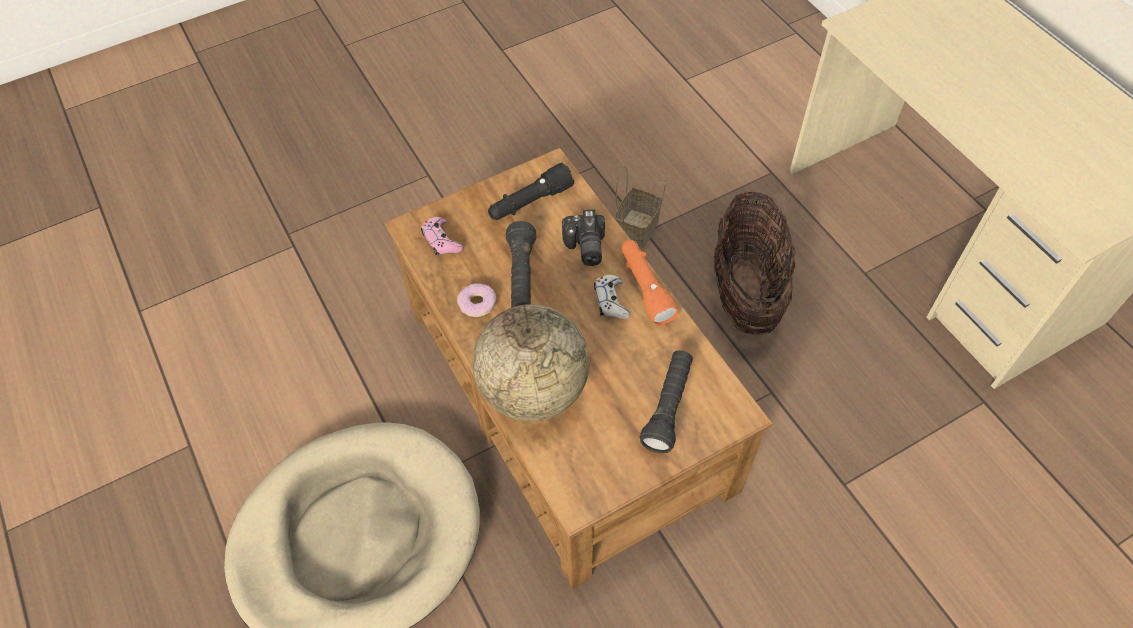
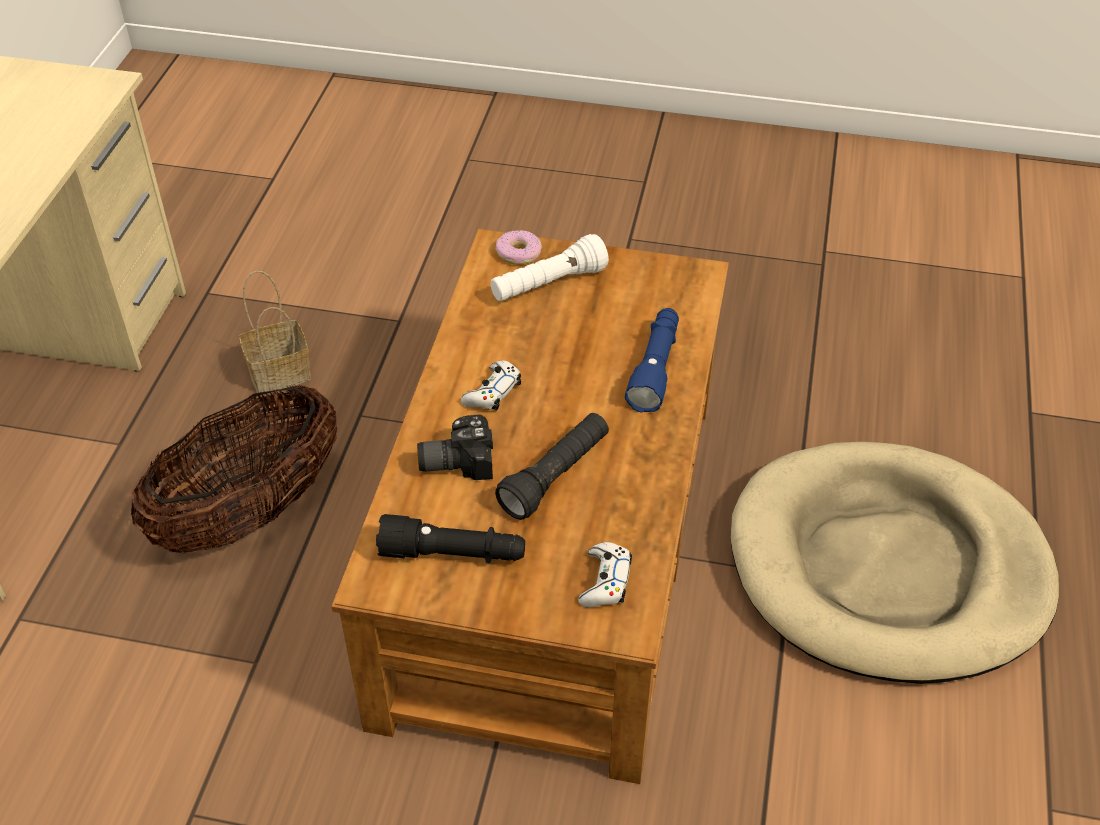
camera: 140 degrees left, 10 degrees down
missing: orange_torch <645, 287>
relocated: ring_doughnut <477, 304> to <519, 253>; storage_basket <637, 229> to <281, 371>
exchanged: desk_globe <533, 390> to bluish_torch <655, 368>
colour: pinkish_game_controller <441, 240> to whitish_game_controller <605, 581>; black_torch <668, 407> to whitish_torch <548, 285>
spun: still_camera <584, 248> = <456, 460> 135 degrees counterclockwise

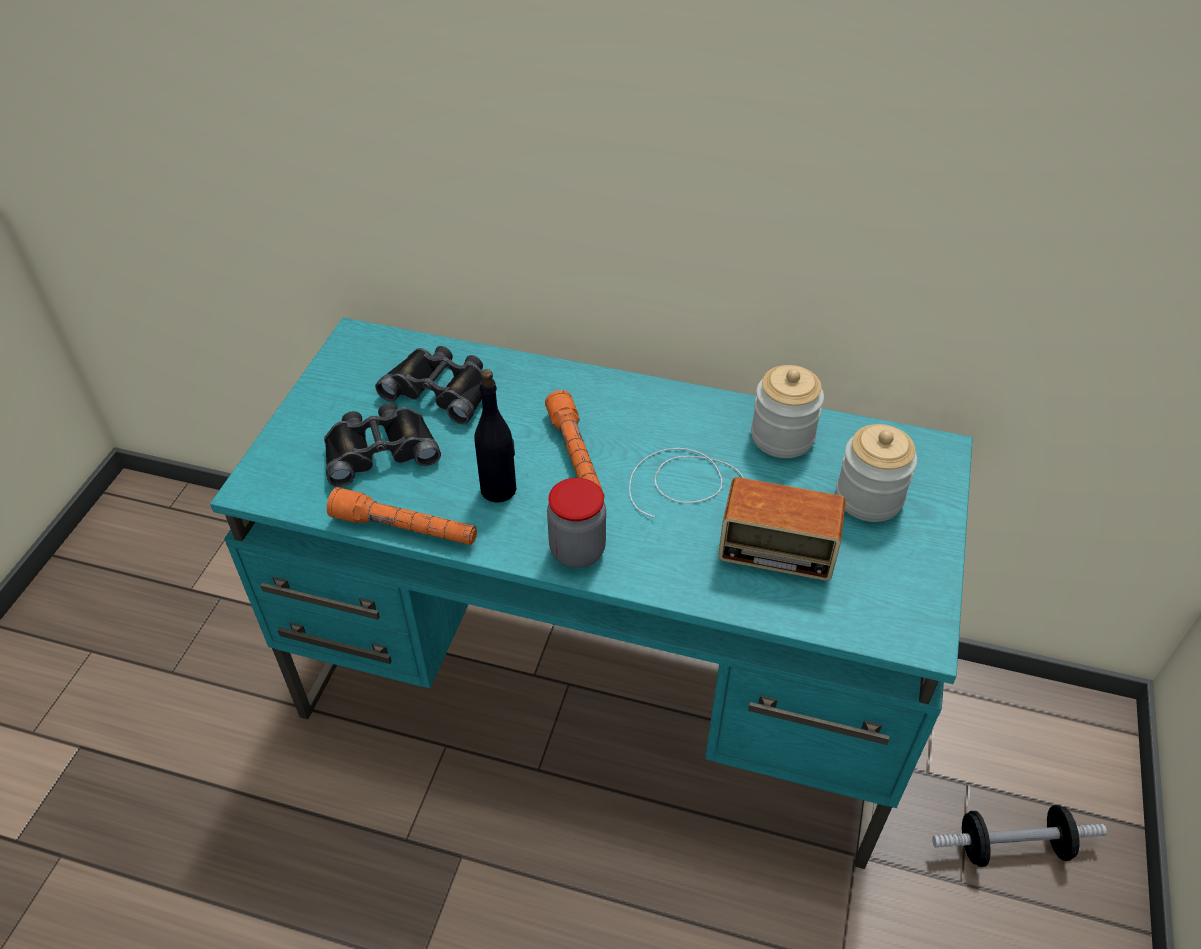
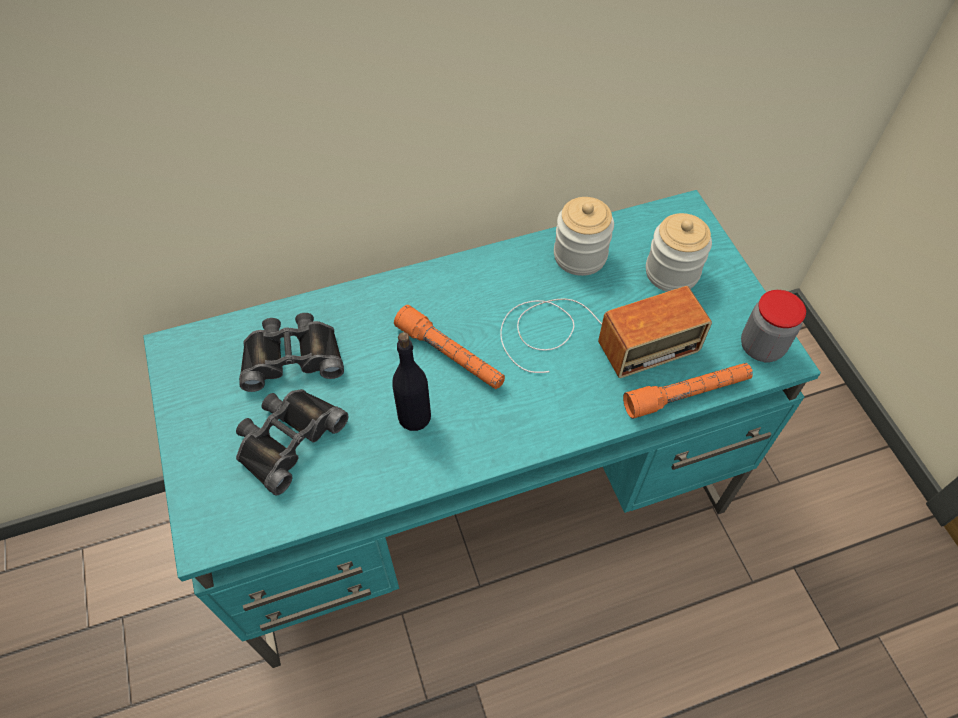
camera: 35 degrees left, 10 degrees up
missing: free_weight <1011, 846>
relocated: orange_torch <405, 528> to <687, 394>; storage_jar <577, 551> to <761, 347>

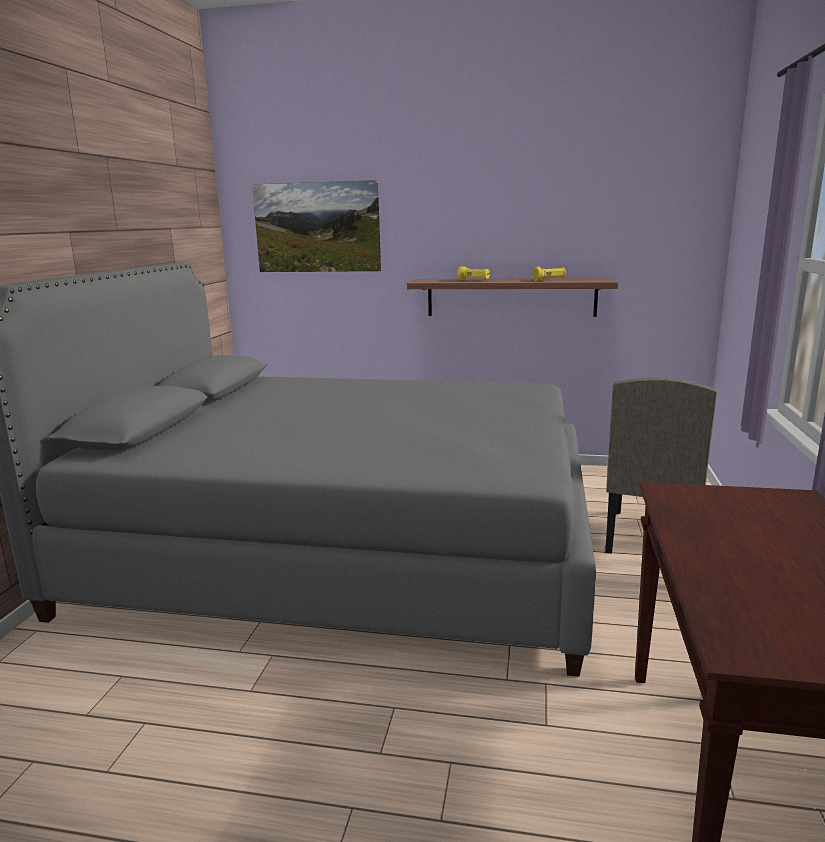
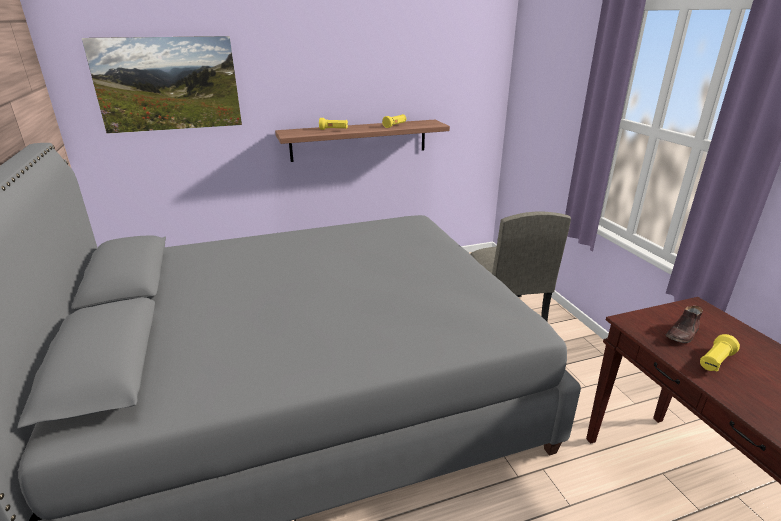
camera: 30 degrees left, 10 degrees up
appeared: brownish_item_of_footwear <682, 334>; yellow_torch <715, 362>

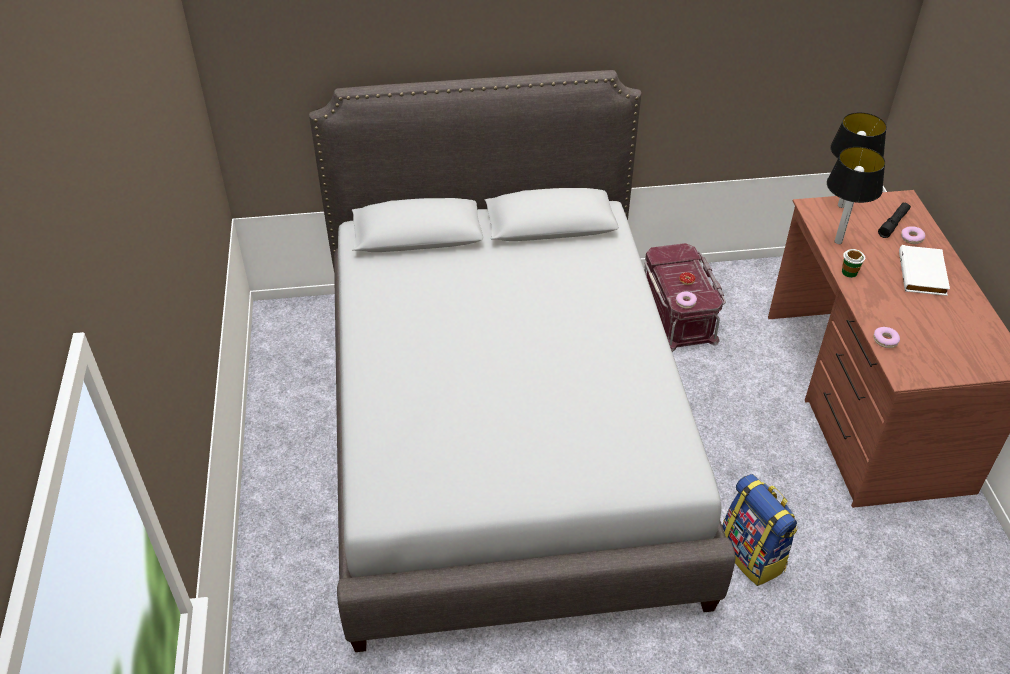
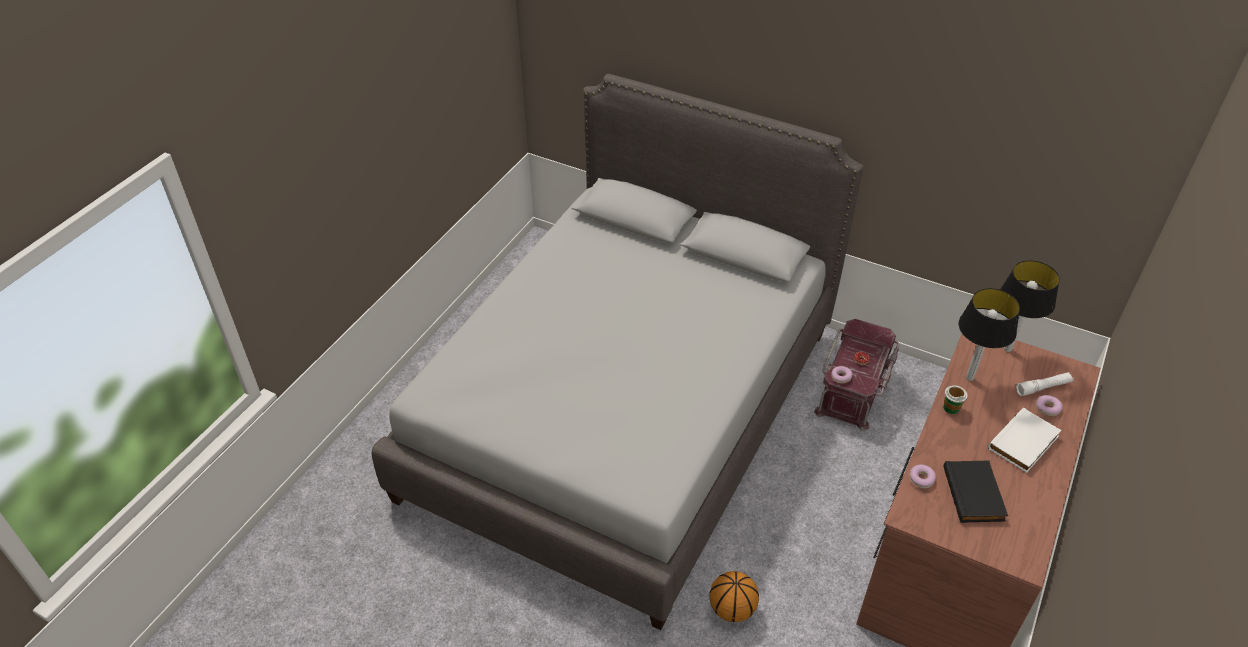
camera: 35 degrees right, 0 degrees up
appeared: black_volume <975, 494>
exchanged: knapsack <753, 555> to ball_for_basketball <732, 609>
colour: black_torch <893, 224> to whitish_torch <1043, 387>

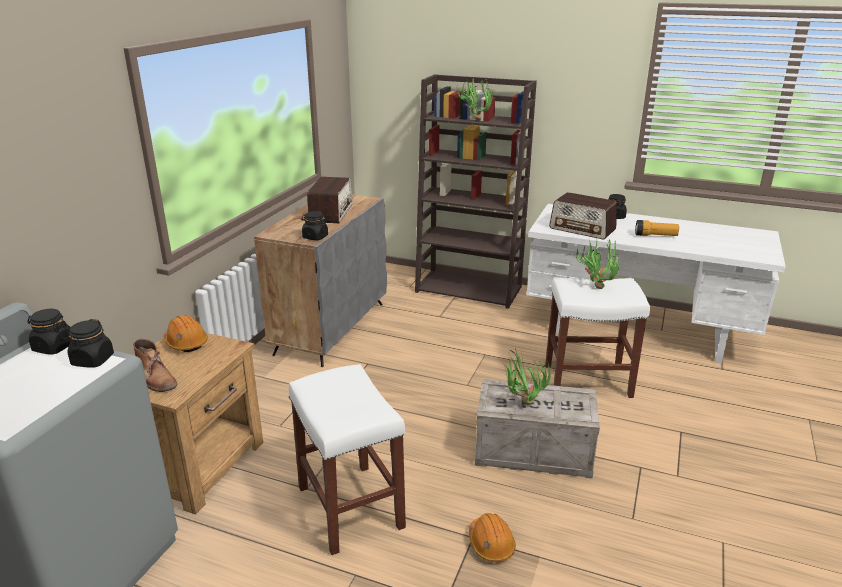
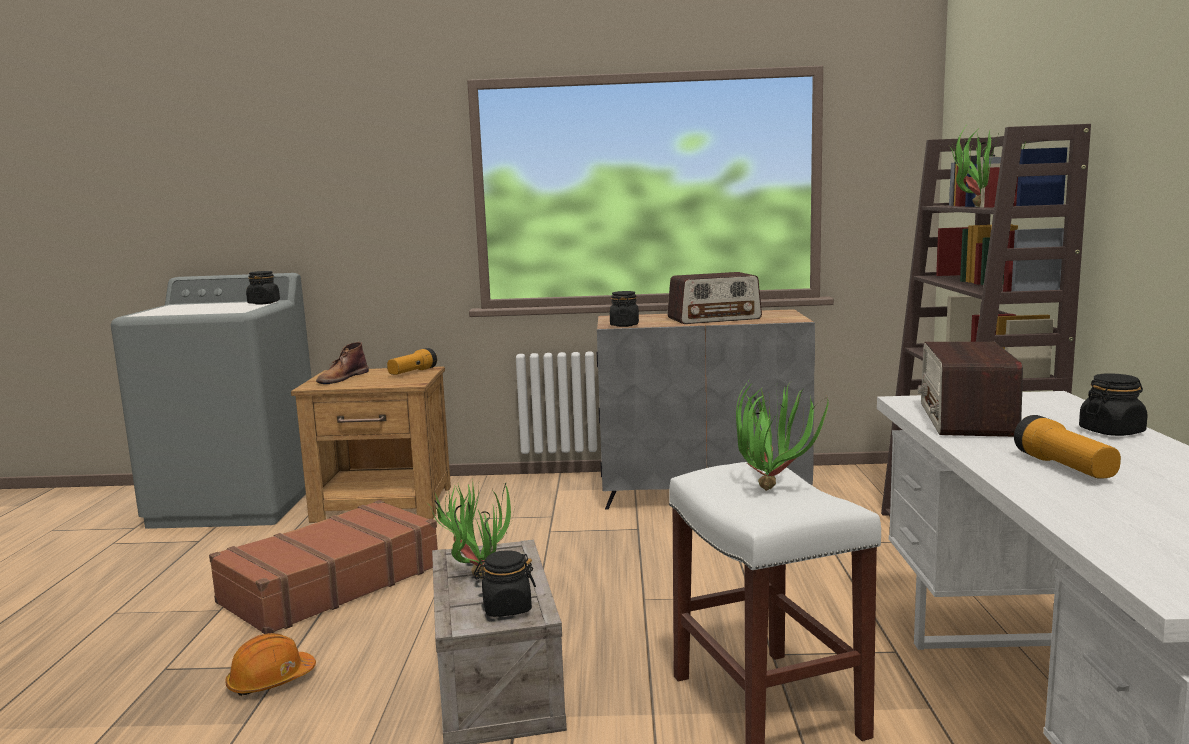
camera: 70 degrees right, 15 degrees down
relocated: black_storage_jar <92, 360> to <506, 608>
exchanged: orange_work_helmet <186, 342> to torch <412, 372>; whitish_stool <351, 508> to brownish_suitcase <330, 584>

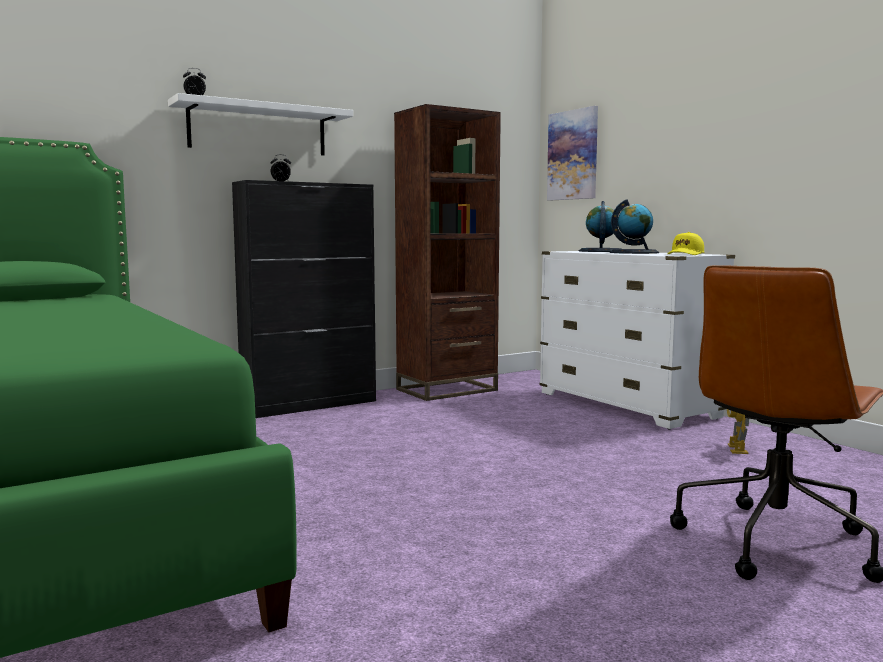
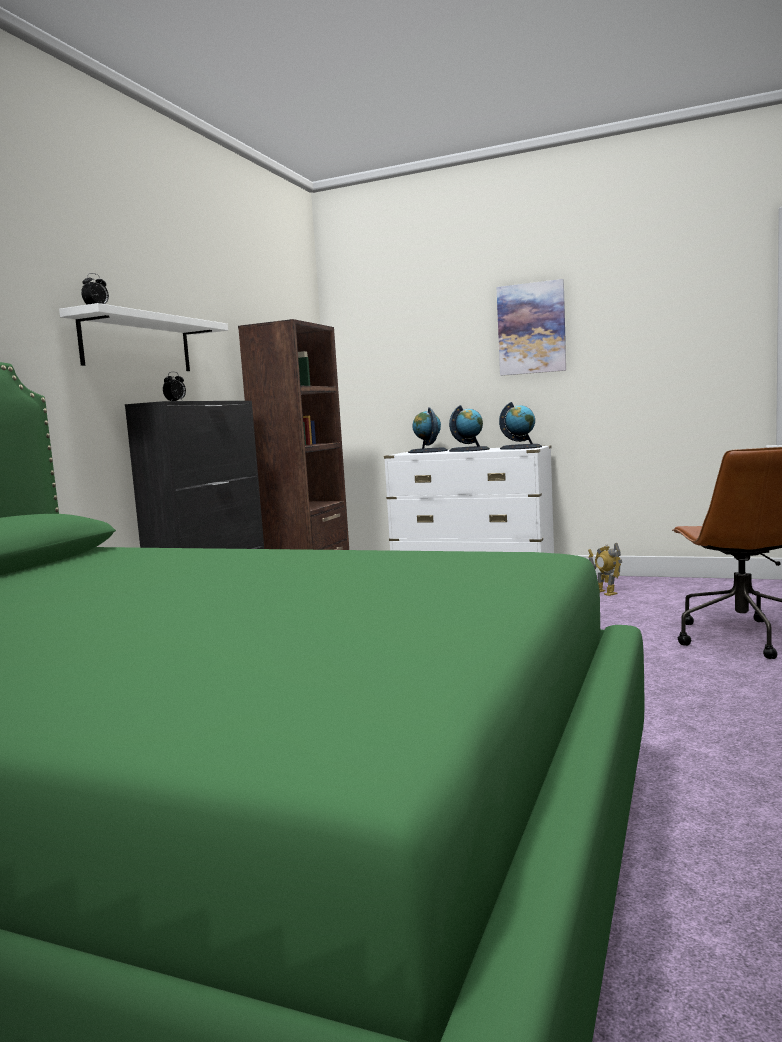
camera: 35 degrees left, 0 degrees up
relocated: wall_picture <573, 155> to <531, 328>
exchanged: yellow_cap <685, 254> to desk_globe <521, 448>

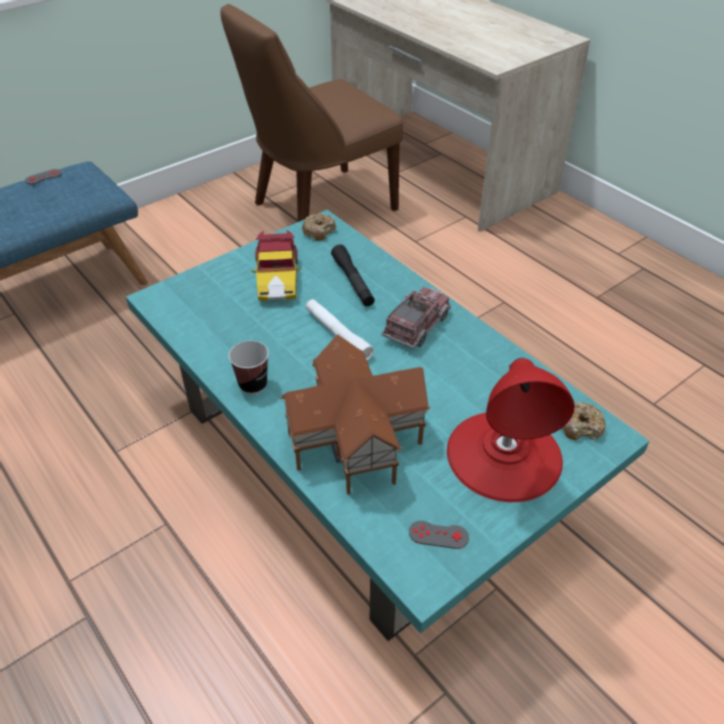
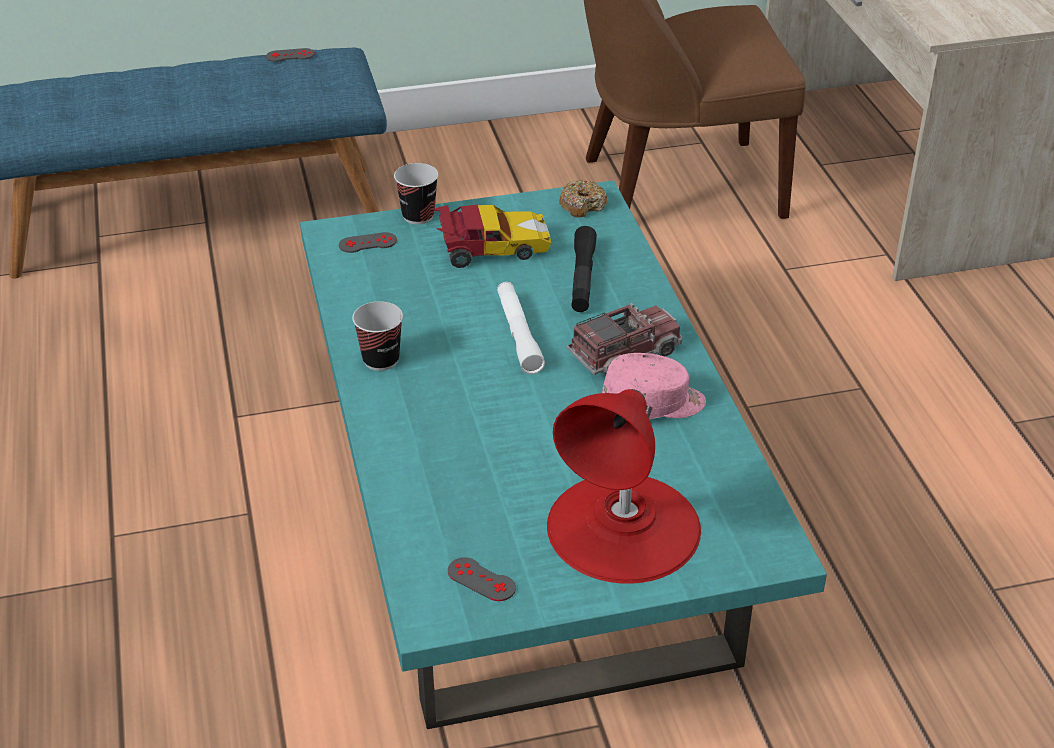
camera: 25 degrees right, 5 degrees down
missing: miniature_house <353, 441>; ring_doughnut <580, 427>
appeared: gray_game_controller <367, 243>; small_cup <418, 216>; pinkish_cap <653, 404>
spun: model_car <277, 278> = <490, 249> 120 degrees counterclockwise

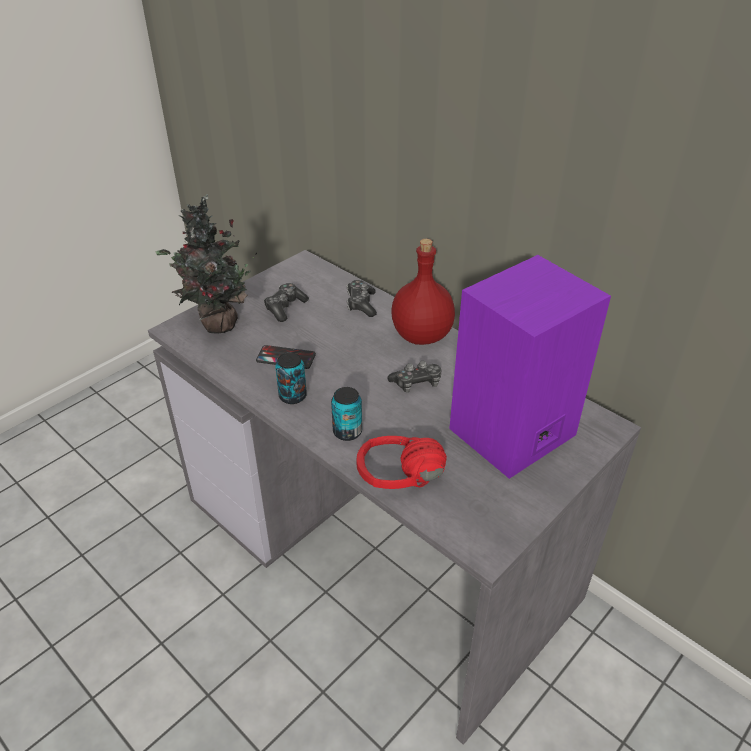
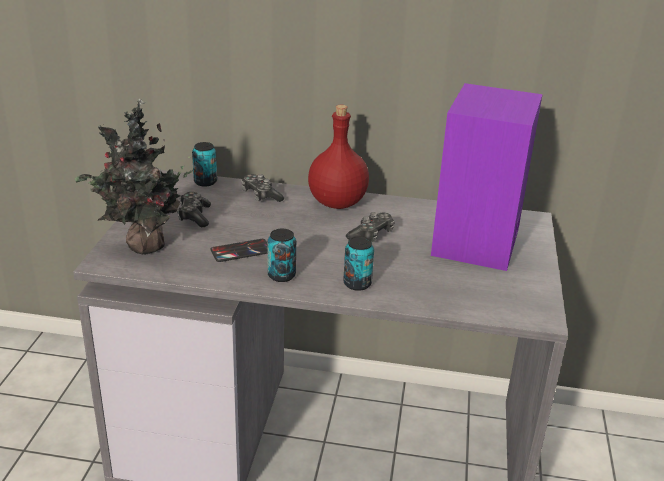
camera: 35 degrees left, 10 degrees down
missing: red-coloured_pair_of_headphones <402, 484>
appeared: metal_can <205, 182>

